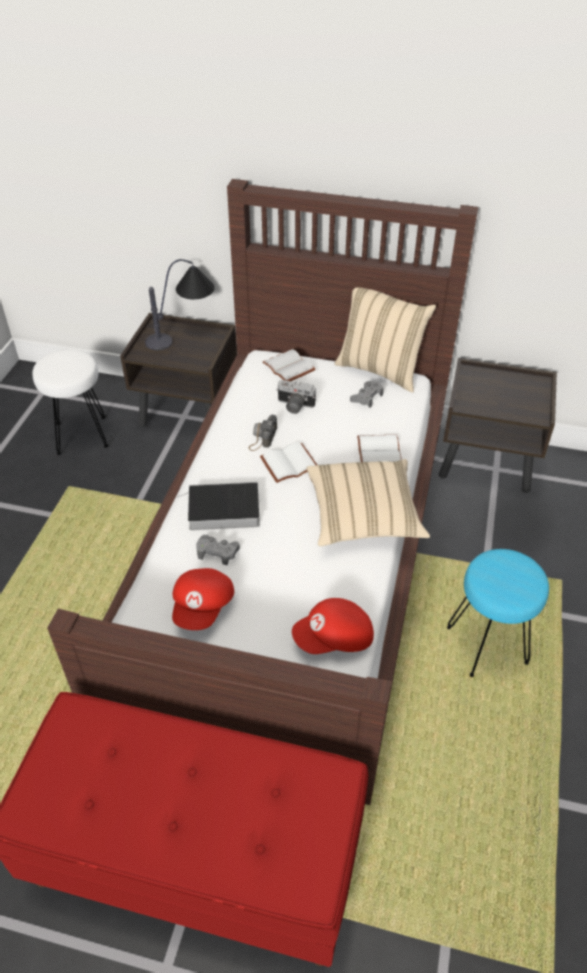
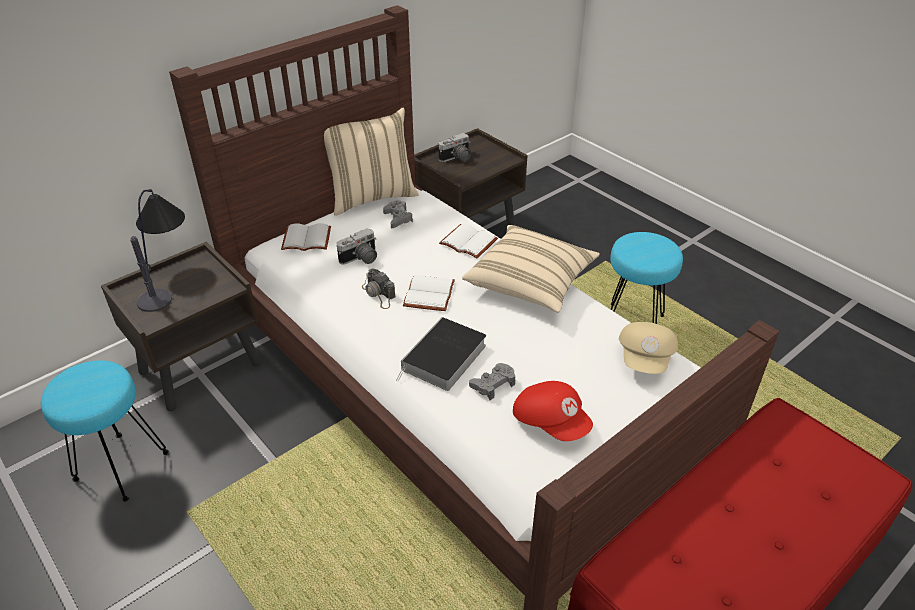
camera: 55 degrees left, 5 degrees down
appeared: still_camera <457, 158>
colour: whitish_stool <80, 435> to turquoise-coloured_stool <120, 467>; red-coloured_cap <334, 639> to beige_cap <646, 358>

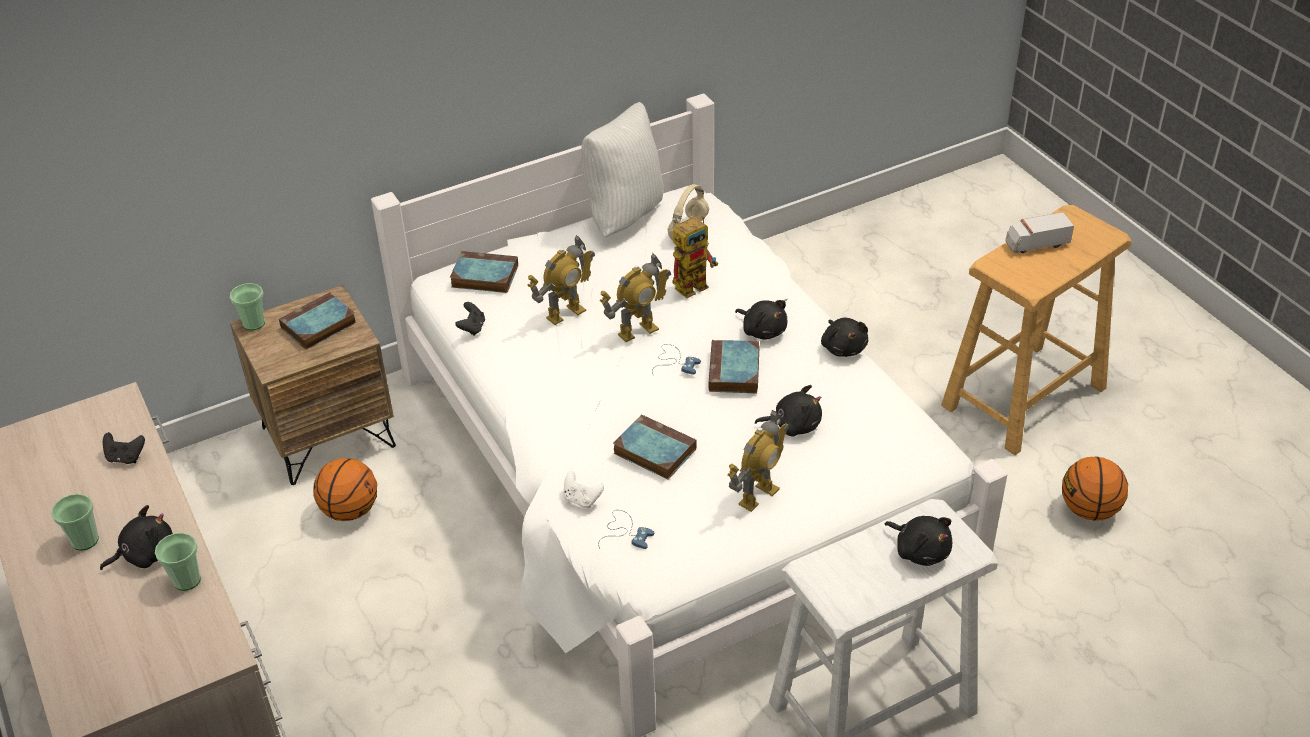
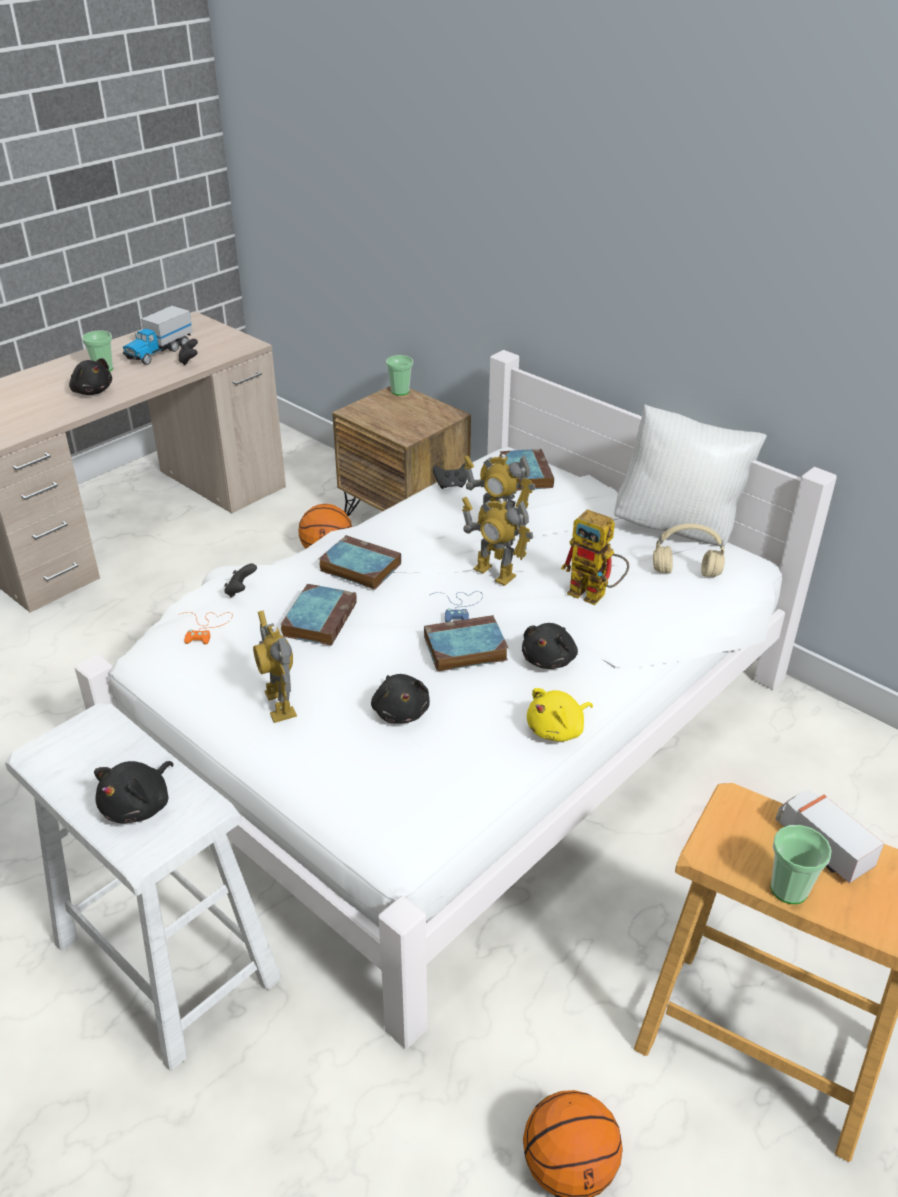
camera: 70 degrees right, 5 degrees down
appeared: toy_lorry <159, 352>
relocated: small_cup <187, 580> to <789, 889>; volume <318, 326> to <358, 567>
colour: whitish_game_controller <582, 499> to black_game_controller <240, 591>; bluish_game_controller <625, 532> to orange_game_controller <206, 627>; black_cuddly_toy <843, 347> to yellow_cuddly_toy <557, 730>
spun: toy_robot <757, 495> = <279, 704> 45 degrees clockwise

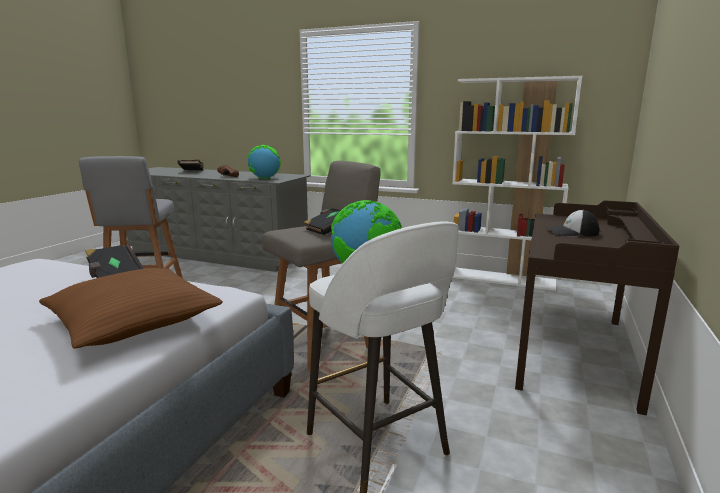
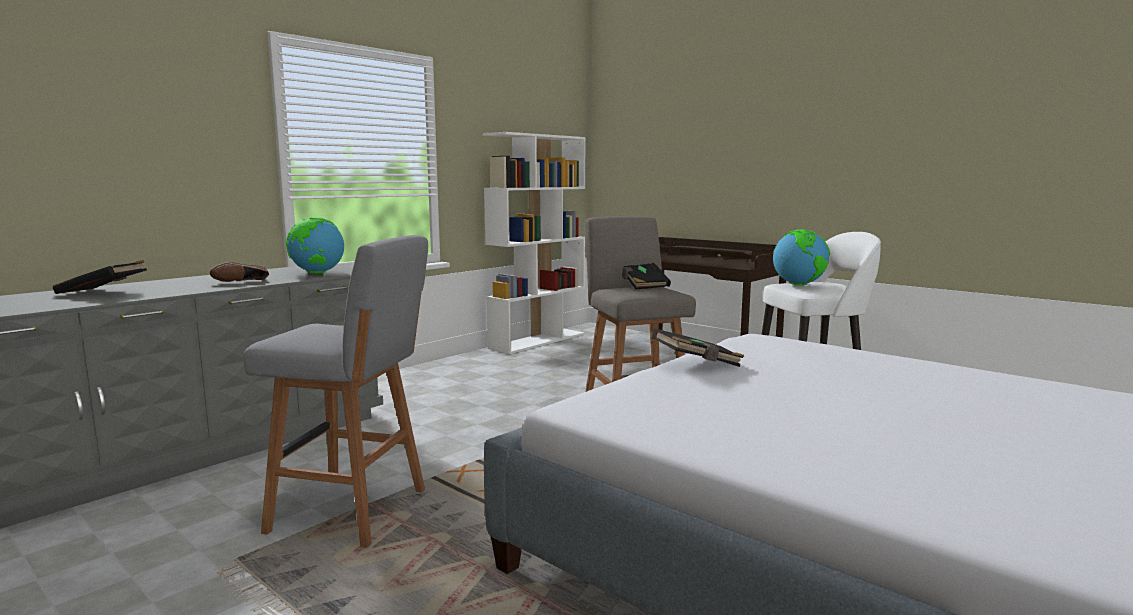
camera: 70 degrees left, 5 degrees down
missing: brownish_pillow <133, 321>; cap <572, 232>

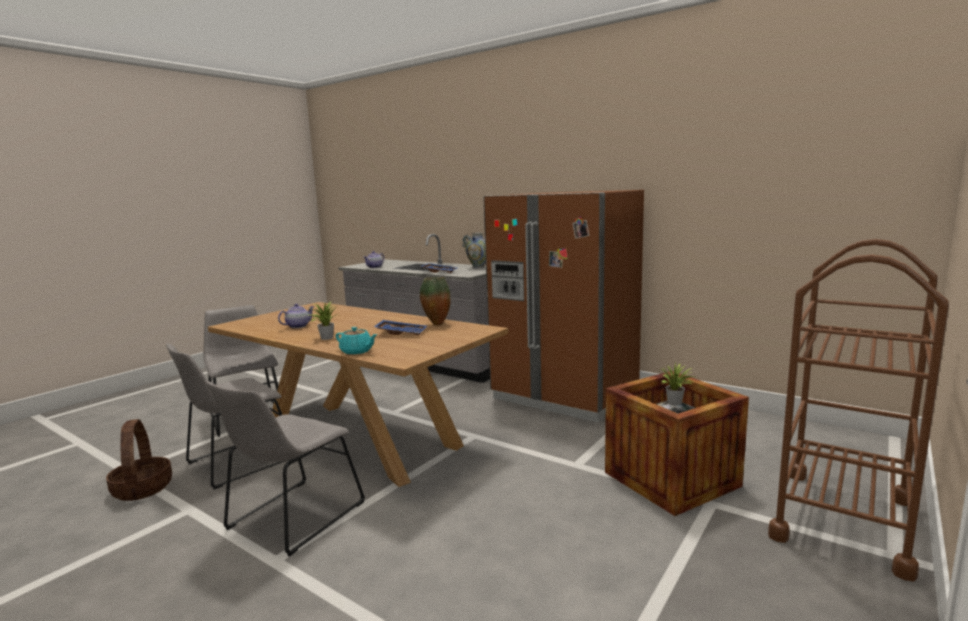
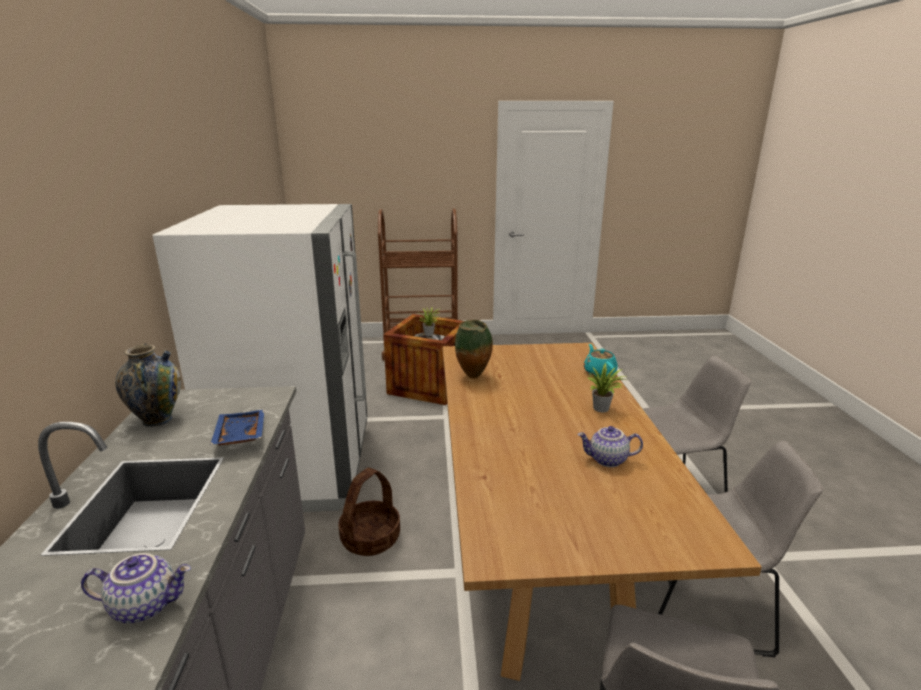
camera: 130 degrees left, 10 degrees up
missing: bluish_tray <401, 333>
relocated: storage_basket <142, 488> to <370, 538>
colour: brownish_refrigerator <565, 395> to whitish_refrigerator <300, 466>

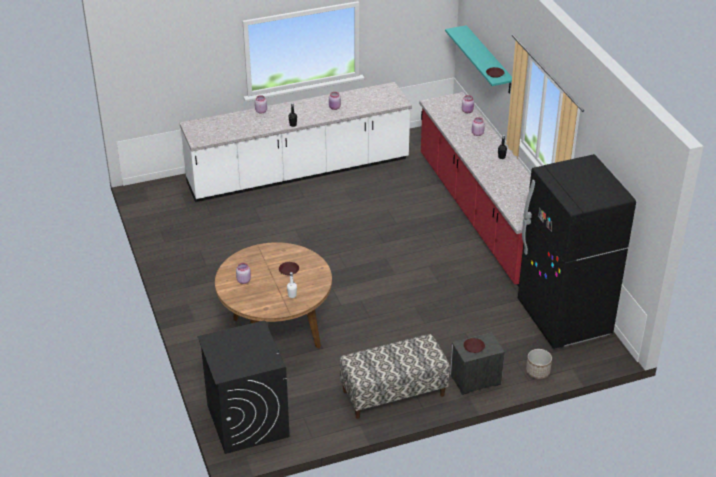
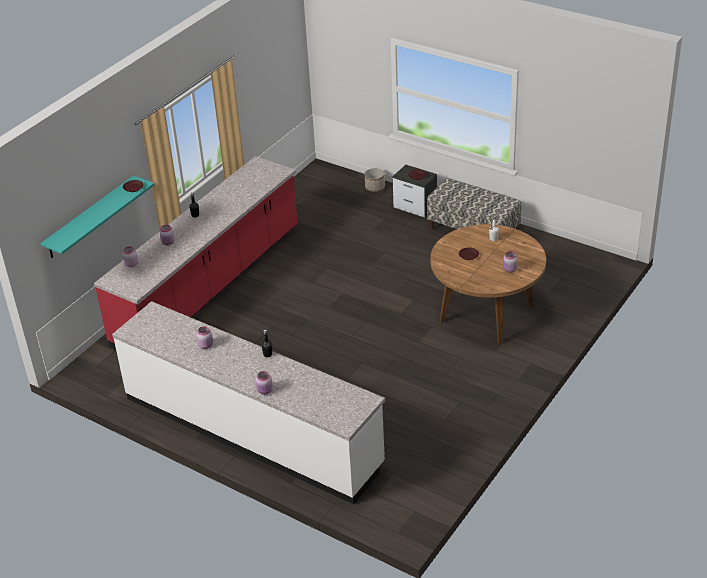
camera: 125 degrees left, 0 degrees up
missing: black_washing_machine <247, 420>; black_refrigerator <564, 319>

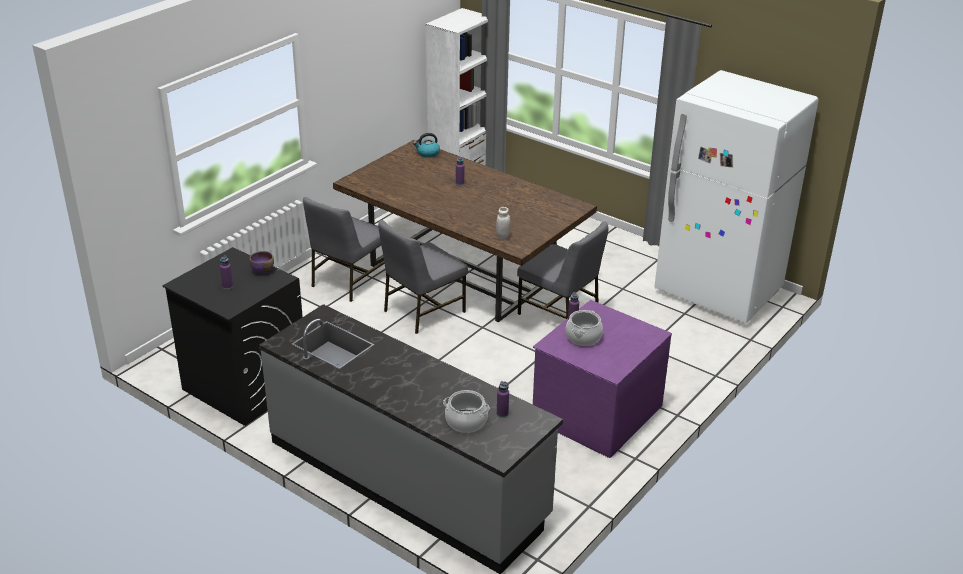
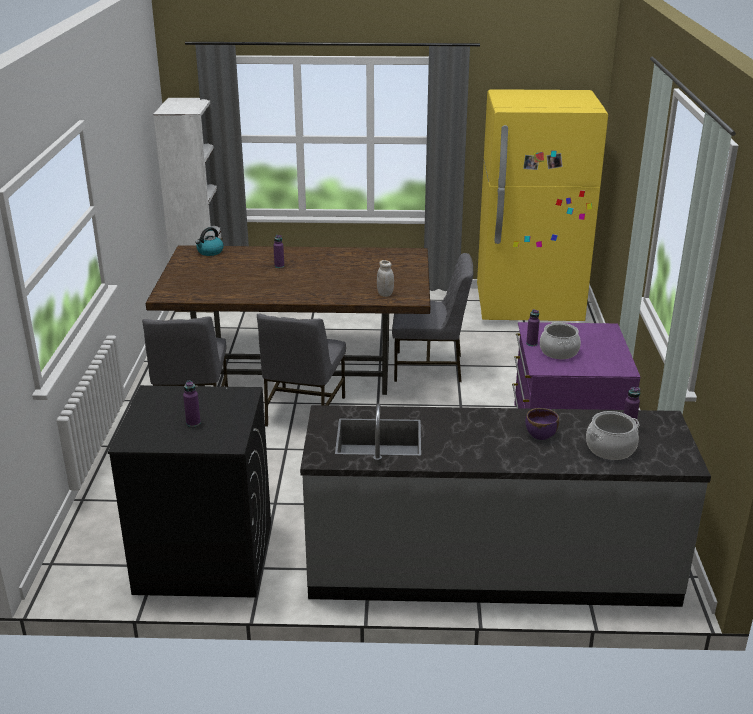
camera: 35 degrees left, 5 degrees down
relocated: purple_deep_dish <262, 270> to <540, 435>
colour: whitish_refrigerator <718, 292> to yellow_refrigerator <528, 307>

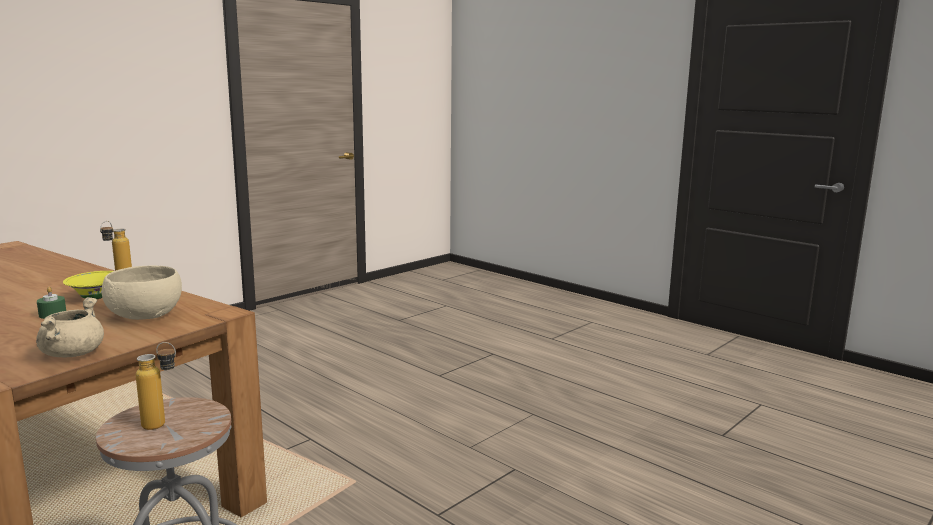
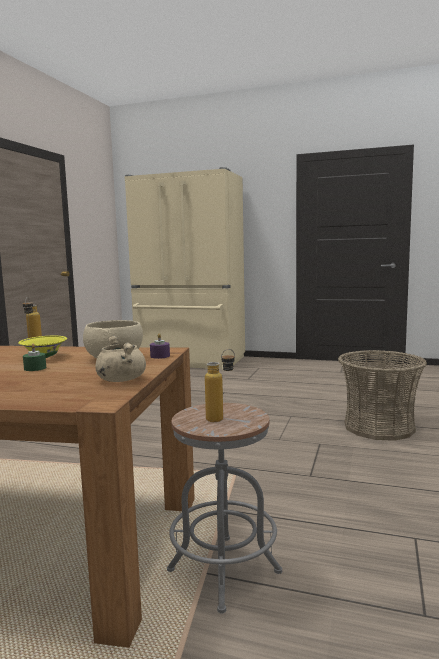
camera: 25 degrees left, 5 degrees down
appeared: beige_refrigerator <190, 362>; purple_wax_candle <160, 356>; storage_basket <379, 427>

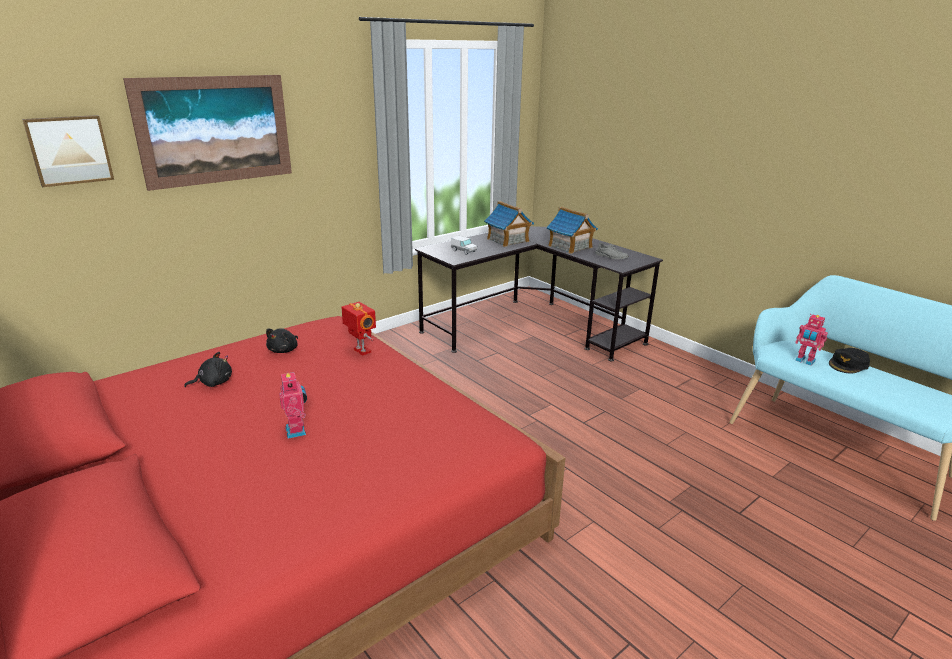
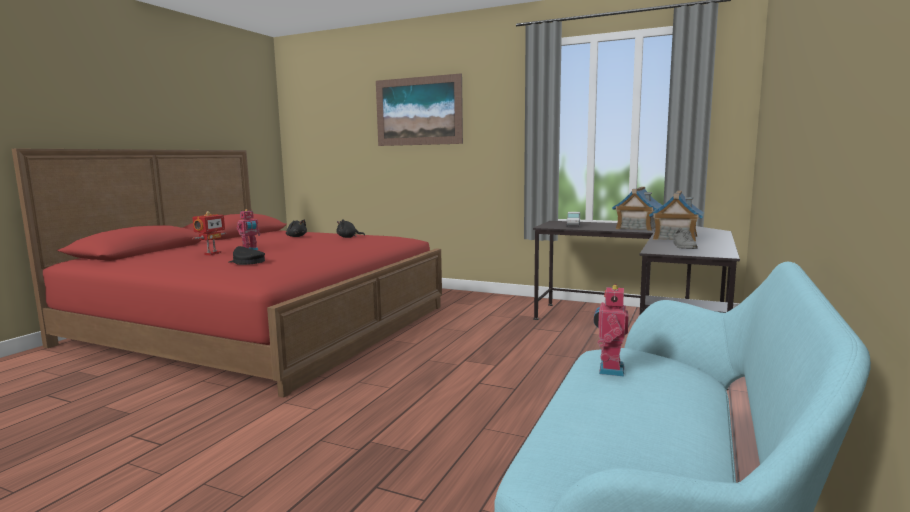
camera: 65 degrees right, 15 degrees down
missing: wall_picture <69, 150>
relocated: toy_robot <361, 351> to <212, 254>; black_cap <848, 364> to <246, 262>

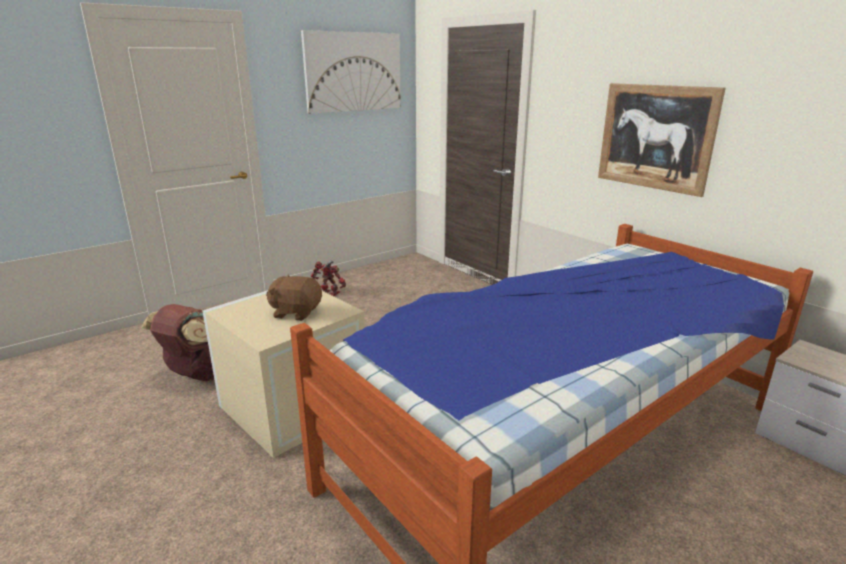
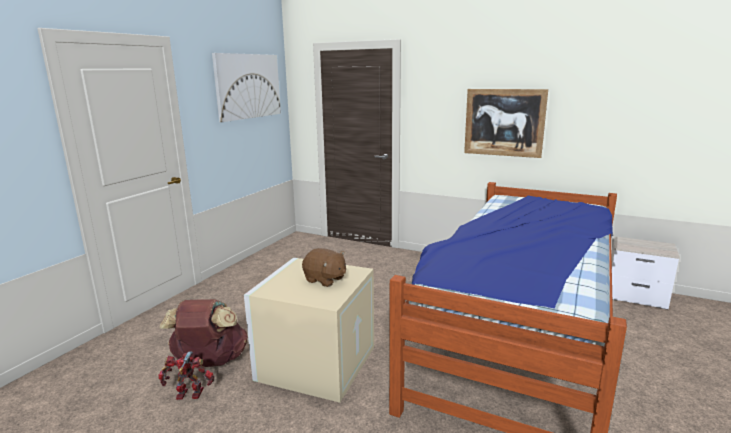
camera: 25 degrees left, 5 degrees down
relocated: toy_robot <329, 293> to <189, 395>
spun: brownish_cuddly_toy <296, 312> = <325, 280> 135 degrees counterclockwise

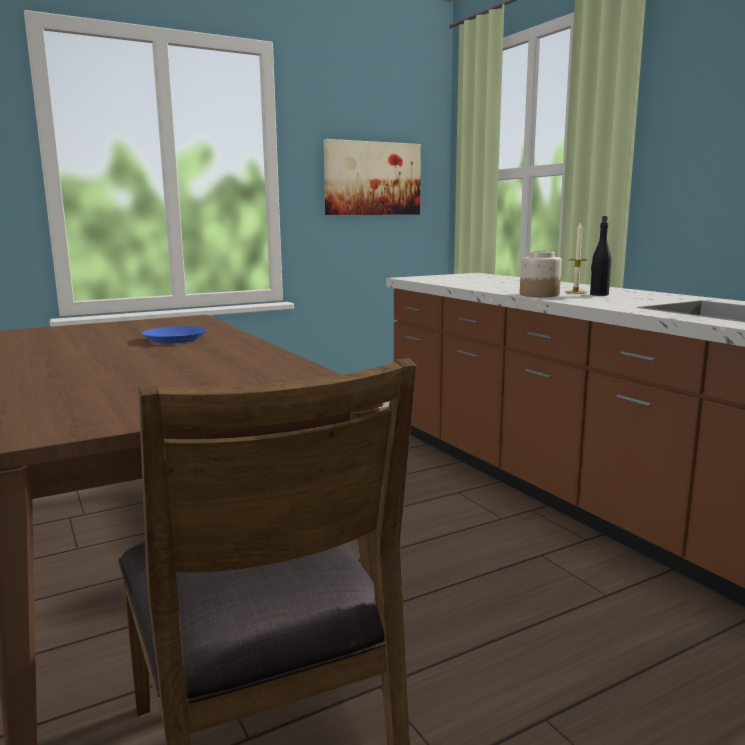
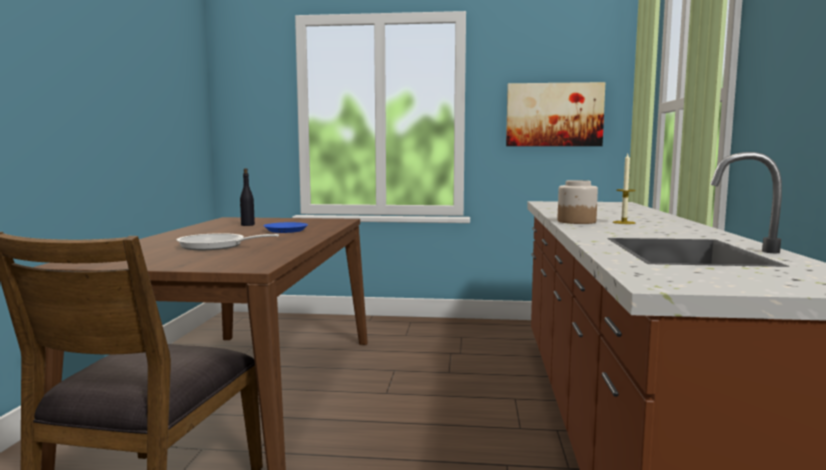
camera: 35 degrees right, 5 degrees down
appeared: frying_pan <216, 246>
relocated: black_beverage_bottle <598, 294> to <247, 225>

